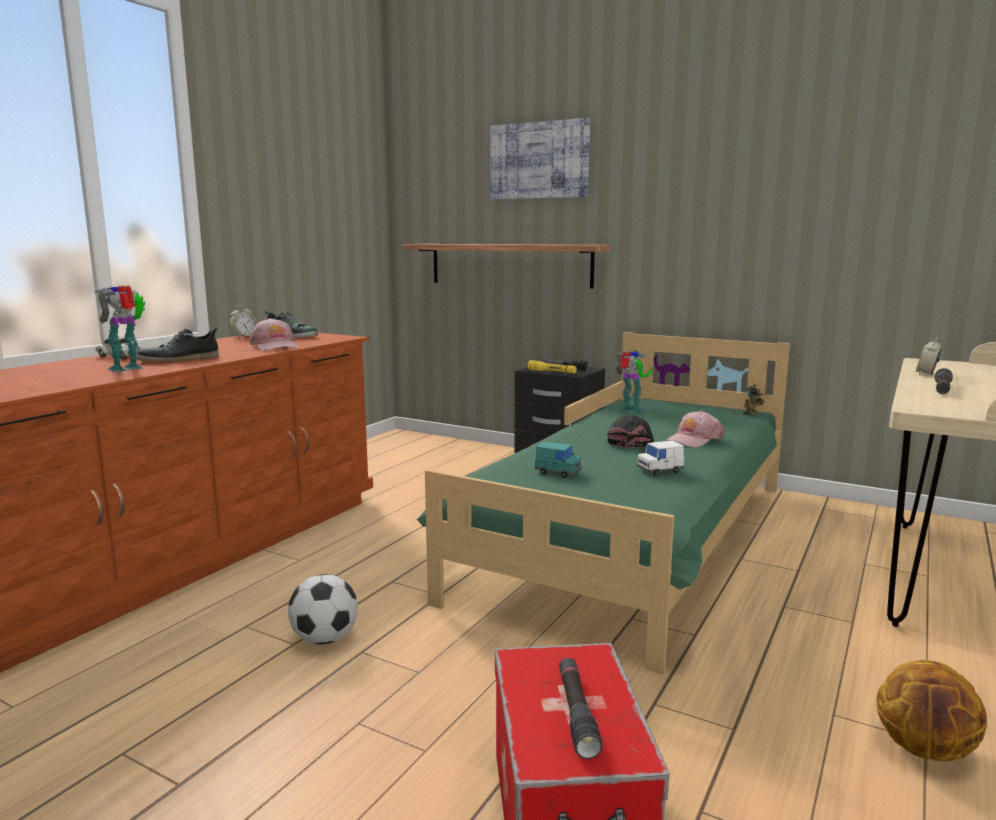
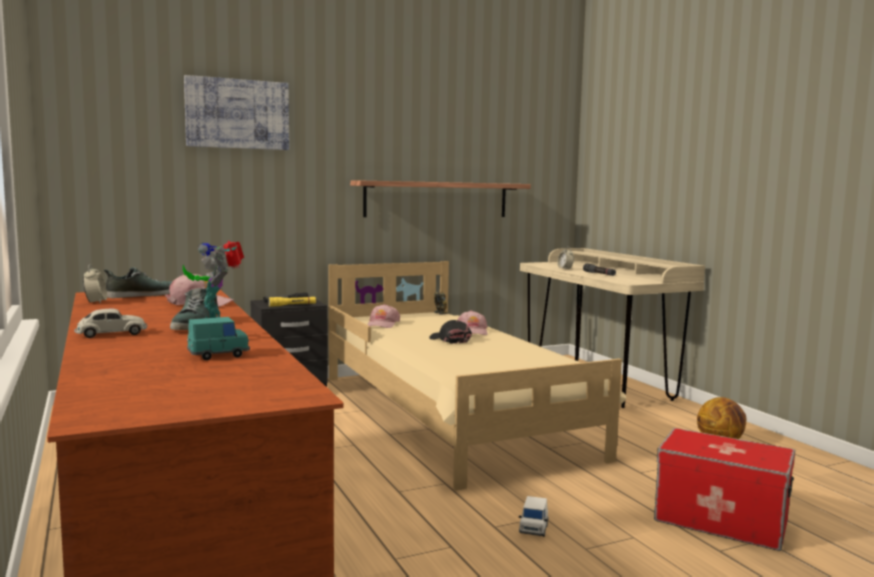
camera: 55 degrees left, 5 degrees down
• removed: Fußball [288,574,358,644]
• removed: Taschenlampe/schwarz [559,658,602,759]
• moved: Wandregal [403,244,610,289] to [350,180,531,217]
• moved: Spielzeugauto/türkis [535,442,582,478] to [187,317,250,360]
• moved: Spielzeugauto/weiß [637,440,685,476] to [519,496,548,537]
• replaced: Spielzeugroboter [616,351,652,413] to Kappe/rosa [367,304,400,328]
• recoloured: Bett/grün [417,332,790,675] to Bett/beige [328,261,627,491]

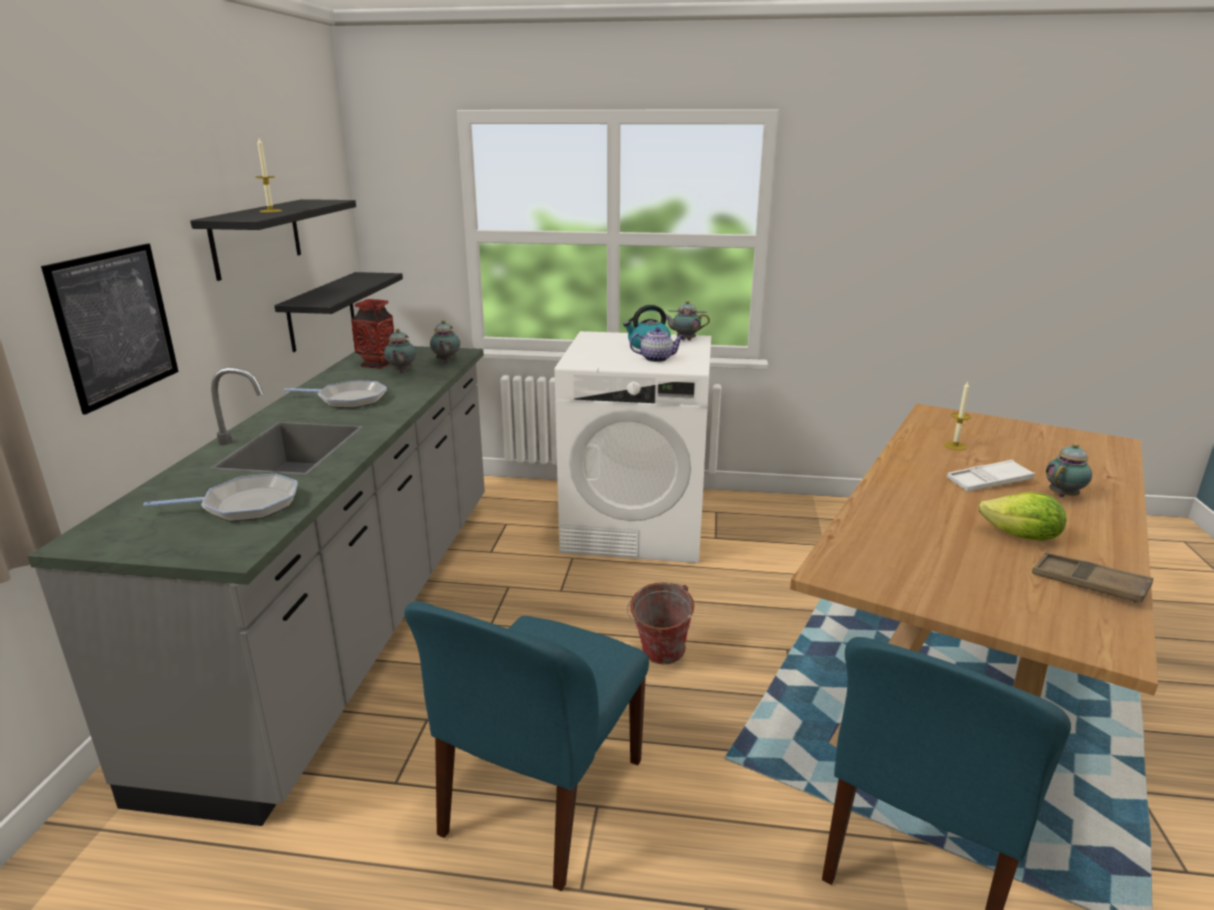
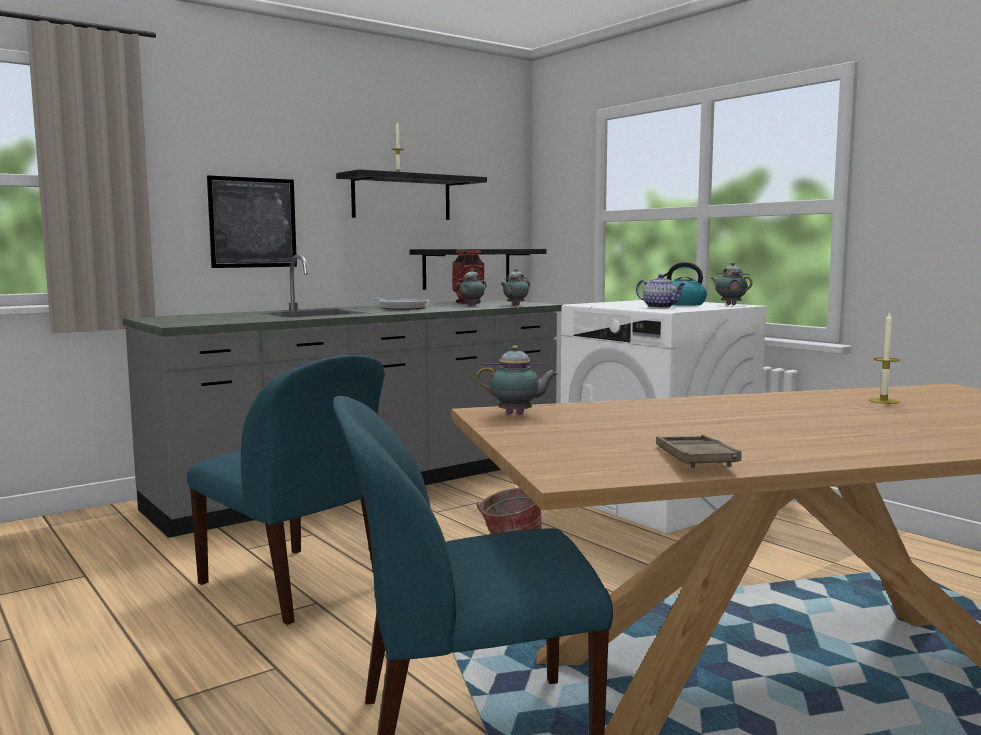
camera: 45 degrees right, 15 degrees down
• removed: Pfanne [144,474,298,522]
• removed: Tablett/weiß [947,460,1035,492]
• removed: Salatkopf [978,492,1067,541]
• moved: Teekanne [1046,443,1092,497] to [476,345,558,414]
• turned: Stuhl/blau [404,601,649,891] = [187,355,384,625] 120 degrees counterclockwise

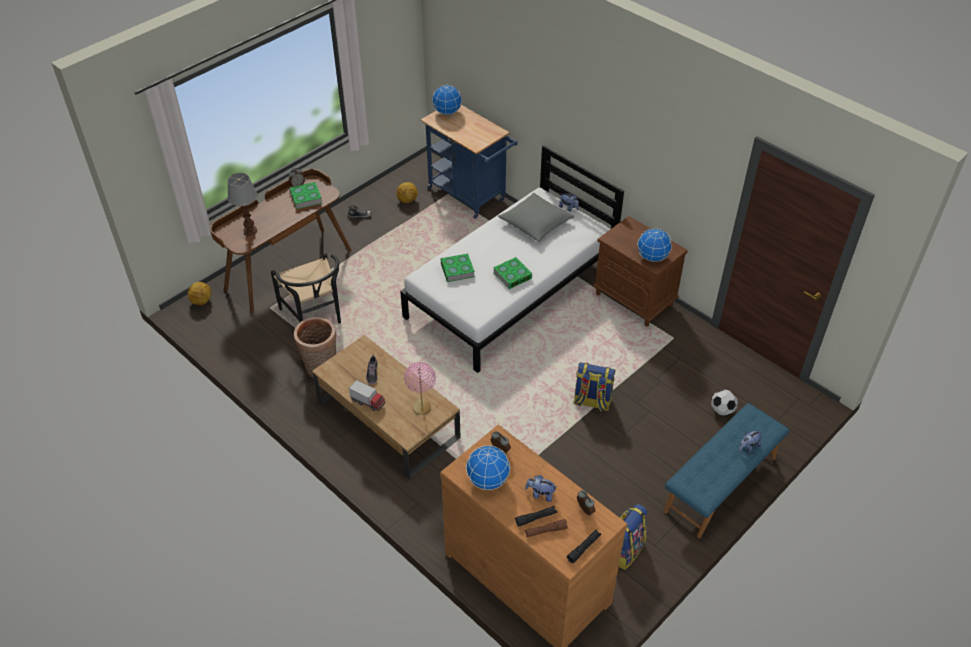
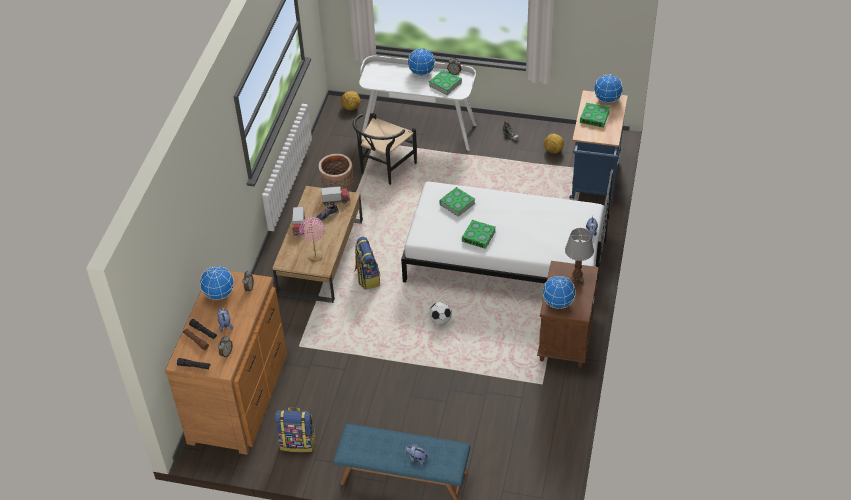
camera: 60 degrees right, 0 degrees up
• removed: Kissen/grau [498,193,574,242]
• added: Spielzeuglaster [321,186,350,206]
• added: Globus [408,48,435,76]
• added: Buch [580,103,610,128]
• moved: Tischlampe [228,173,258,236] to [565,228,594,285]
• moved: Rucksack [573,362,616,411] to [354,237,380,290]
• moved: Fußball [711,390,738,416] to [429,302,452,325]
• recoloured: Schreibtisch/braun [210,169,351,314] to Schreibtisch/weiß [359,55,477,151]

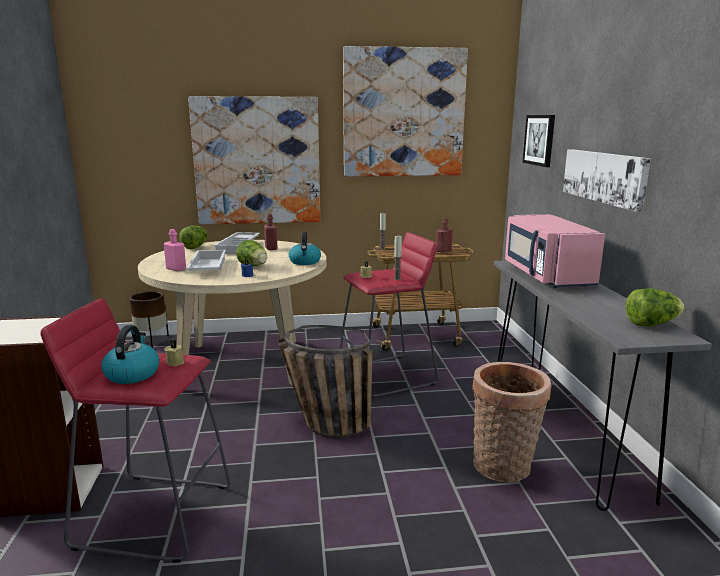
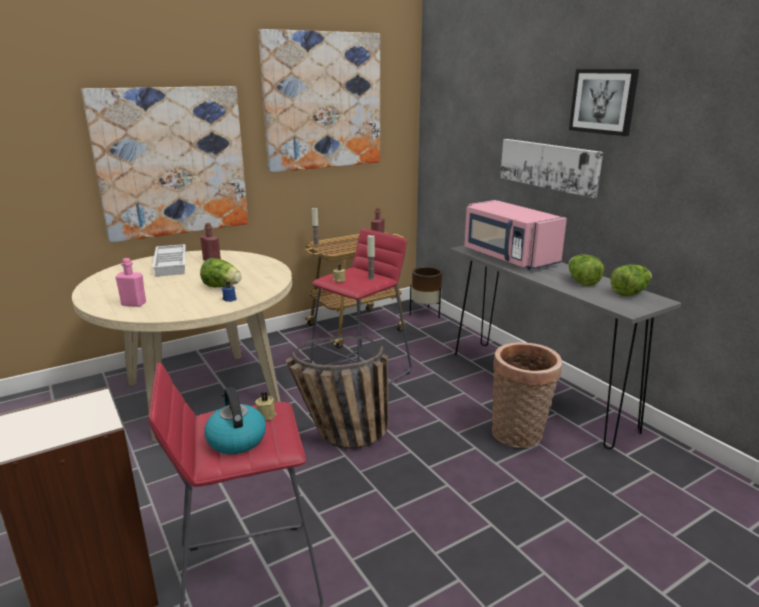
camera: 25 degrees left, 5 degrees up
• removed: Tablett/weiß [186,250,226,271]
• removed: Wasserkessel [289,231,321,265]
• moved: Pflanzkübel/braun [129,291,169,348] to [410,267,442,318]
• moved: Salatkopf [179,226,207,249] to [569,254,604,286]
• moved: Bild [522,115,555,167] to [569,69,639,136]

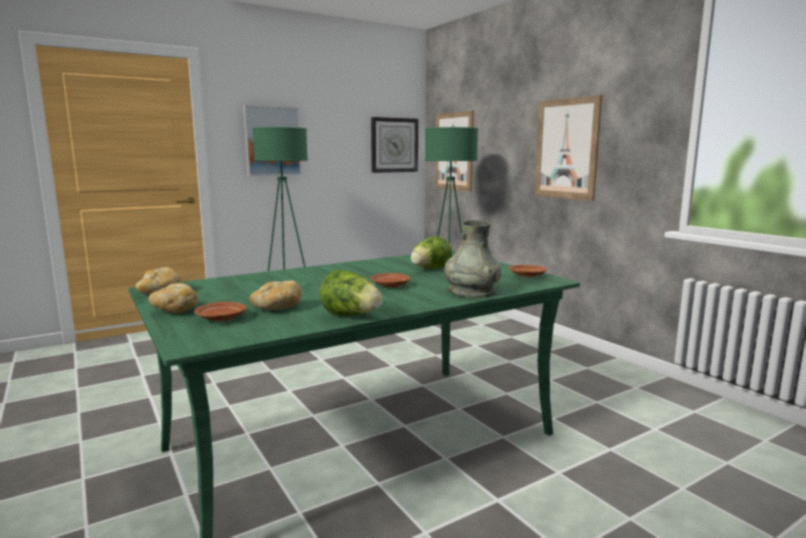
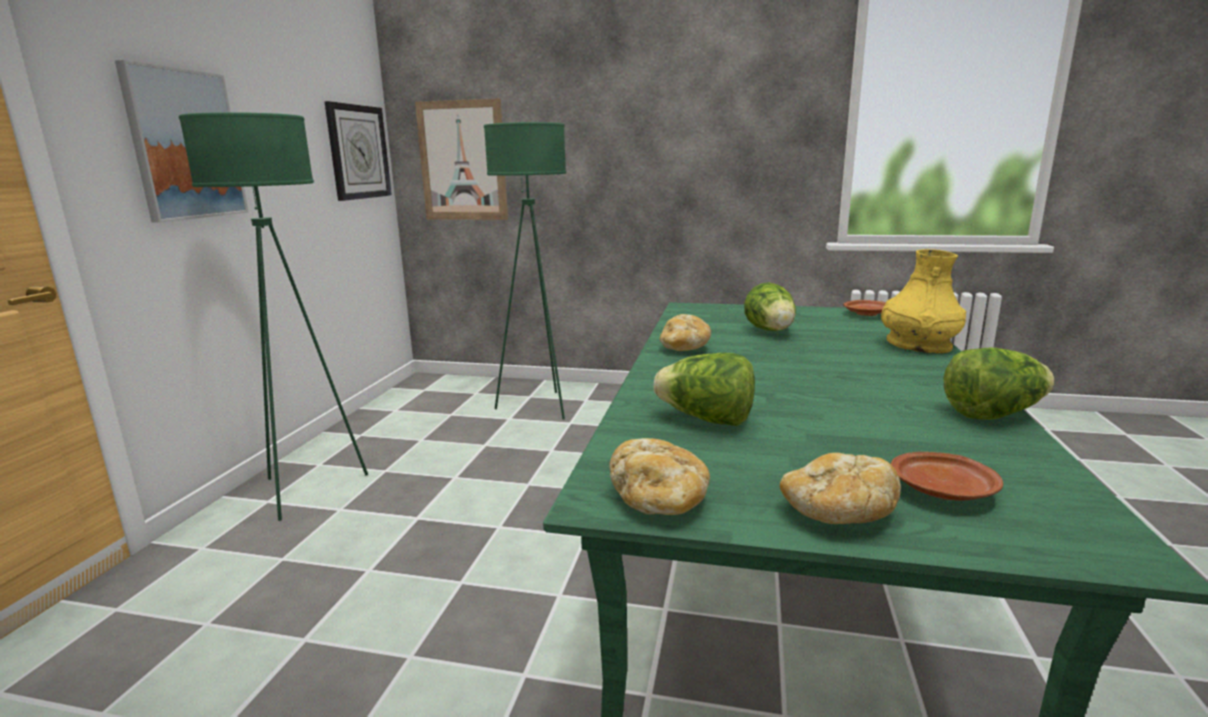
camera: 45 degrees left, 5 degrees up
• removed: Teller/braun [370,273,410,288]
• removed: Bild [535,95,602,201]
• added: Salatkopf [654,352,755,426]
• moved: Brot [249,280,302,310] to [659,314,711,351]
• recoloured: Vase/grau [444,220,501,298] to Vase/gelb [881,249,966,353]

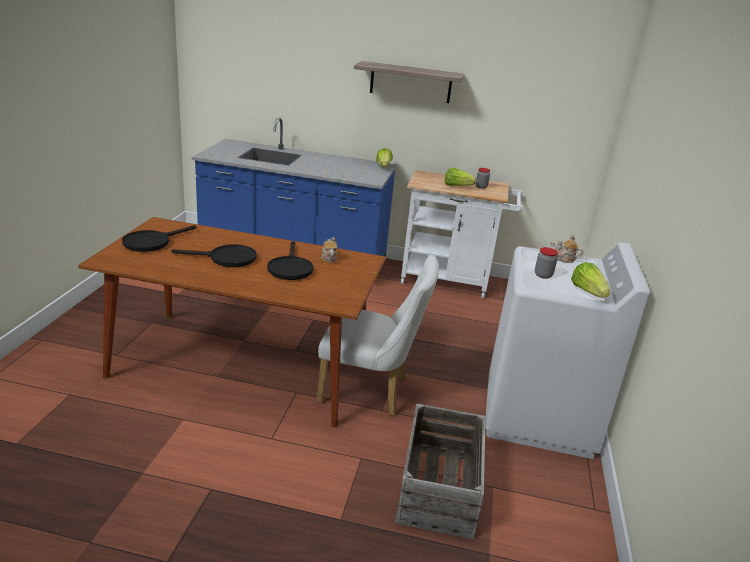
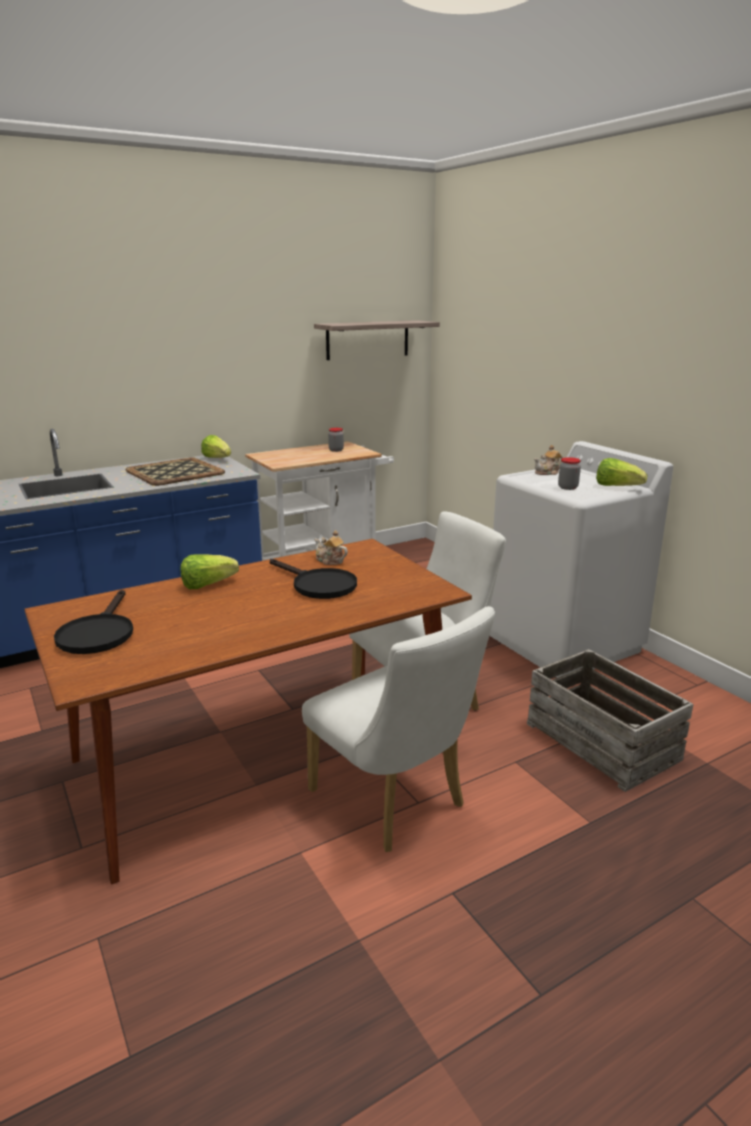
camera: 40 degrees left, 5 degrees down
• removed: Pfanne/schwarz [171,244,257,267]
• added: Tablett [125,457,225,486]
• added: Stuhl/weiß [302,606,495,852]
• moved: Wandregal [354,61,465,103] to [314,320,440,360]
• moved: Salatkopf [445,168,476,186] to [180,554,239,589]

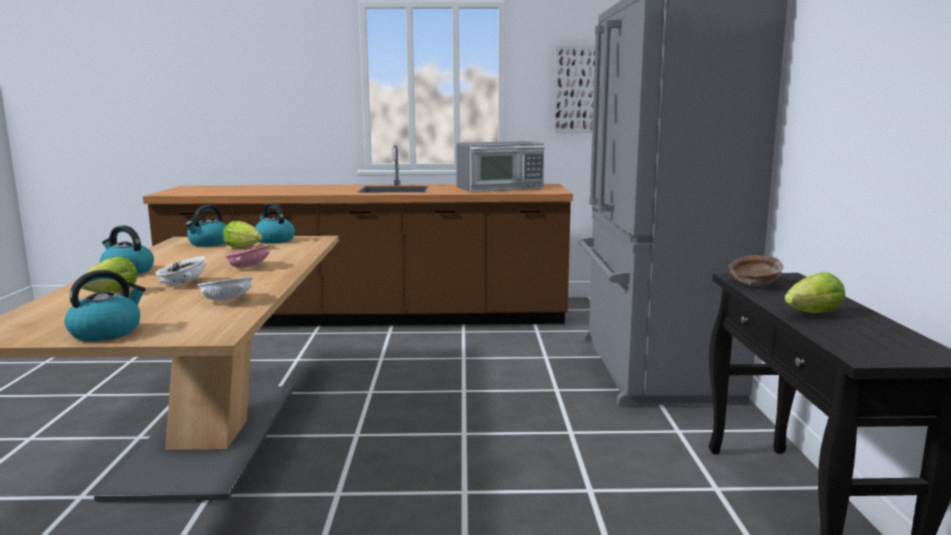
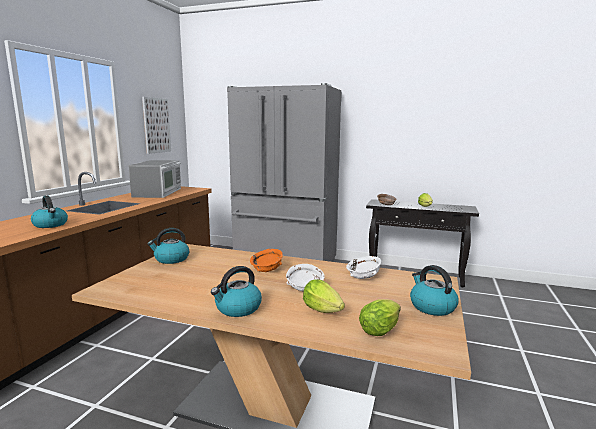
camera: 70 degrees left, 0 degrees up
• moved: Wasserkessel [185,205,226,246] to [31,196,68,228]
• moved: Salatkopf [223,221,262,248] to [359,299,401,336]
• recoloured: Schüssel/rosa [224,245,270,268] to Schüssel/orange [250,249,283,272]

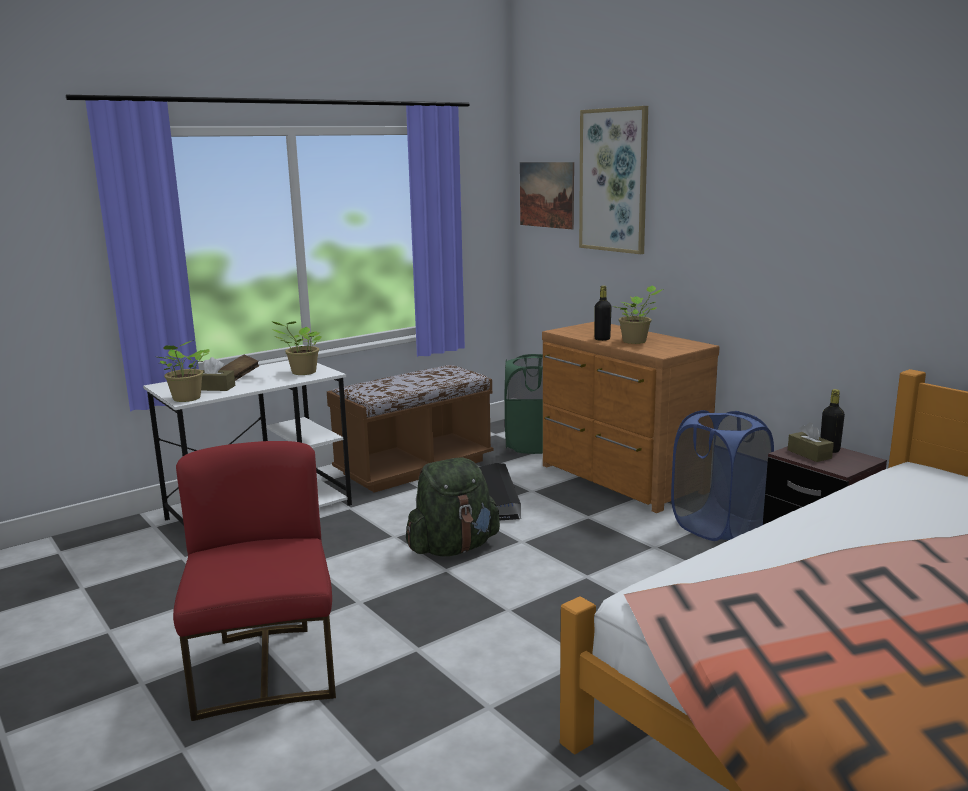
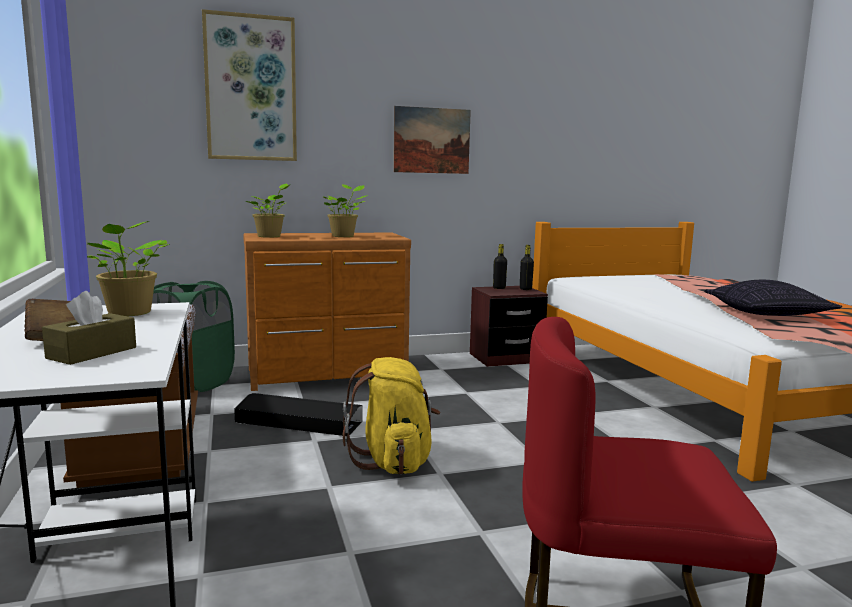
camera: 70 degrees left, 5 degrees down
• removed: Wäschekorb/blau [671,410,774,541]
• removed: Taschentuchbox/braun [788,423,834,462]
• added: Kissen [704,280,842,316]
• moved: Topfpflanze [158,340,210,402] to [245,184,291,238]
• moved: Bild [520,162,574,229] to [393,106,471,174]
• moved: Flasche/schwarz [594,286,612,341] to [520,245,534,290]
• recoloured: Rucksack/grün [406,458,500,556] to Rucksack/gelb [342,357,440,475]

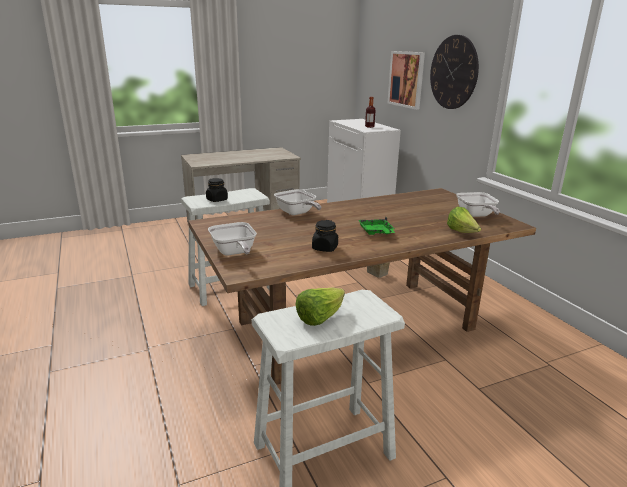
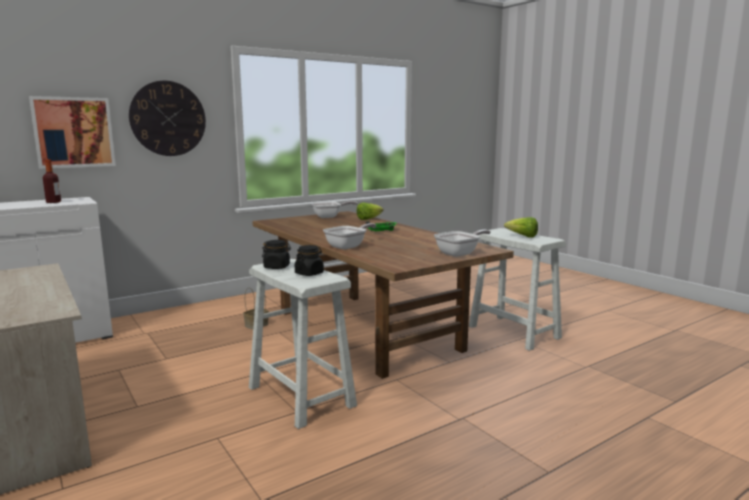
camera: 100 degrees left, 10 degrees down
• moved: Vorratsglas/schwarz [312,220,338,252] to [262,240,291,269]

